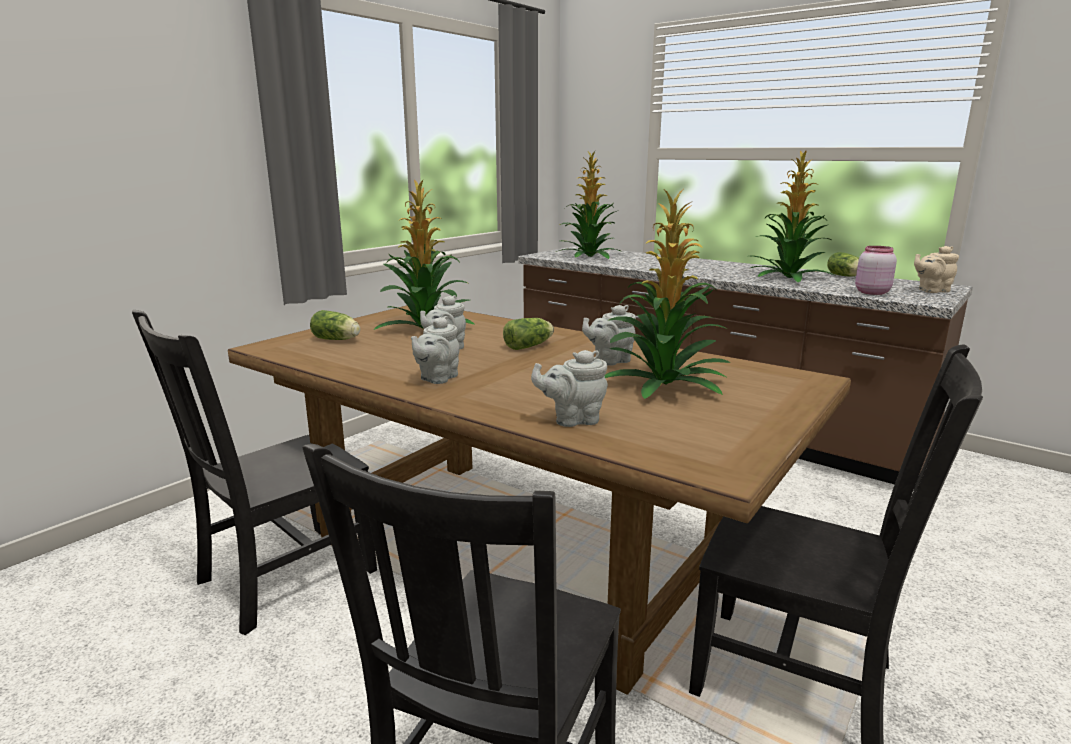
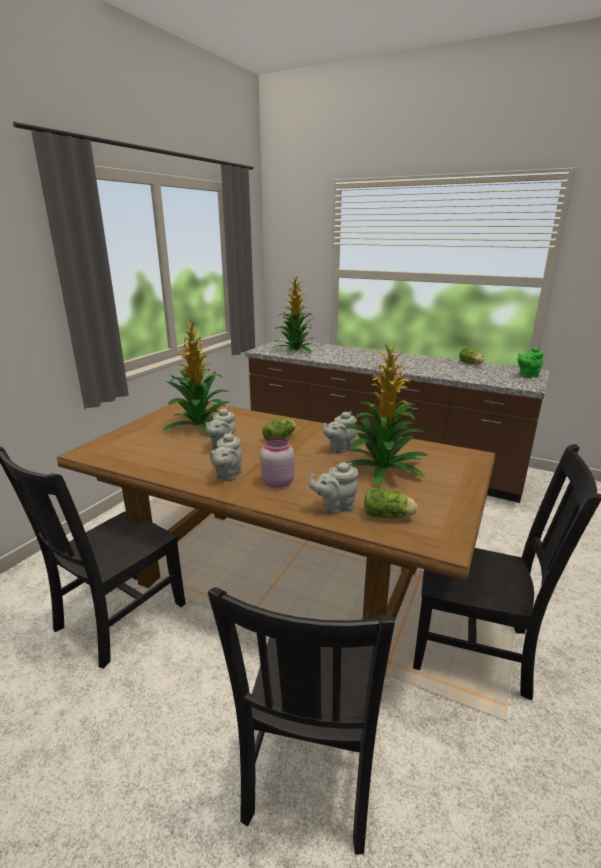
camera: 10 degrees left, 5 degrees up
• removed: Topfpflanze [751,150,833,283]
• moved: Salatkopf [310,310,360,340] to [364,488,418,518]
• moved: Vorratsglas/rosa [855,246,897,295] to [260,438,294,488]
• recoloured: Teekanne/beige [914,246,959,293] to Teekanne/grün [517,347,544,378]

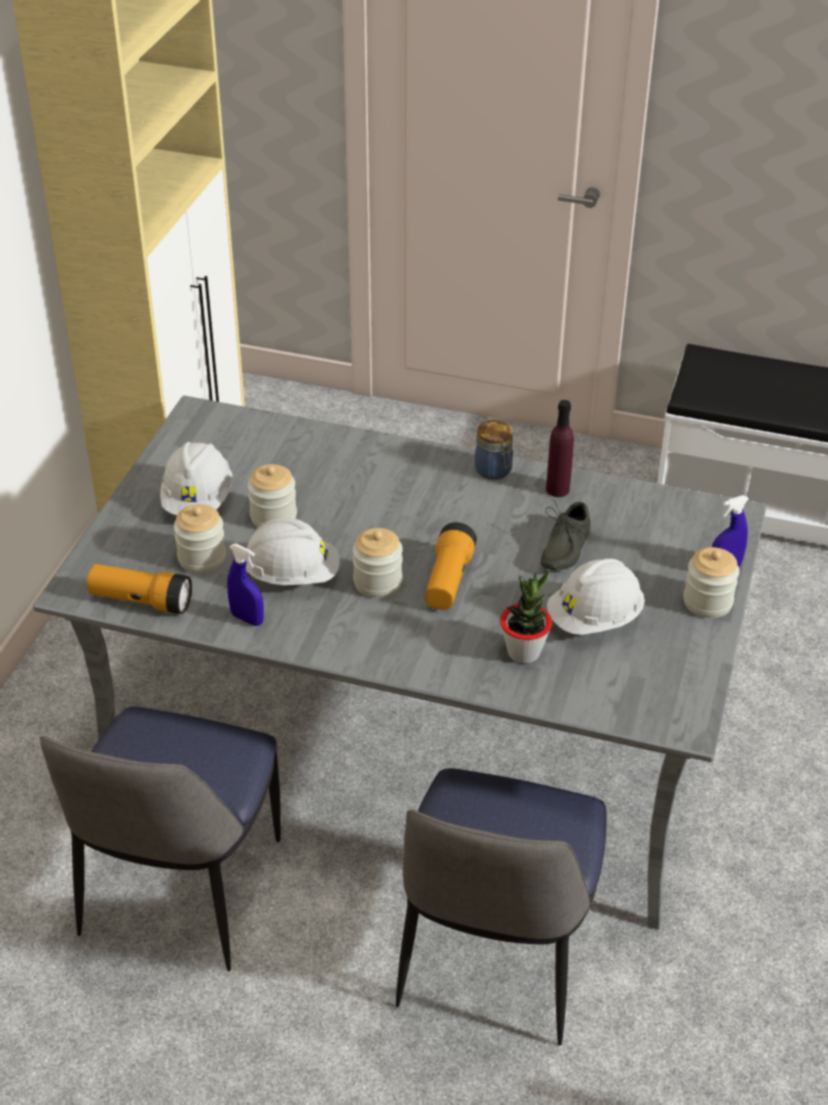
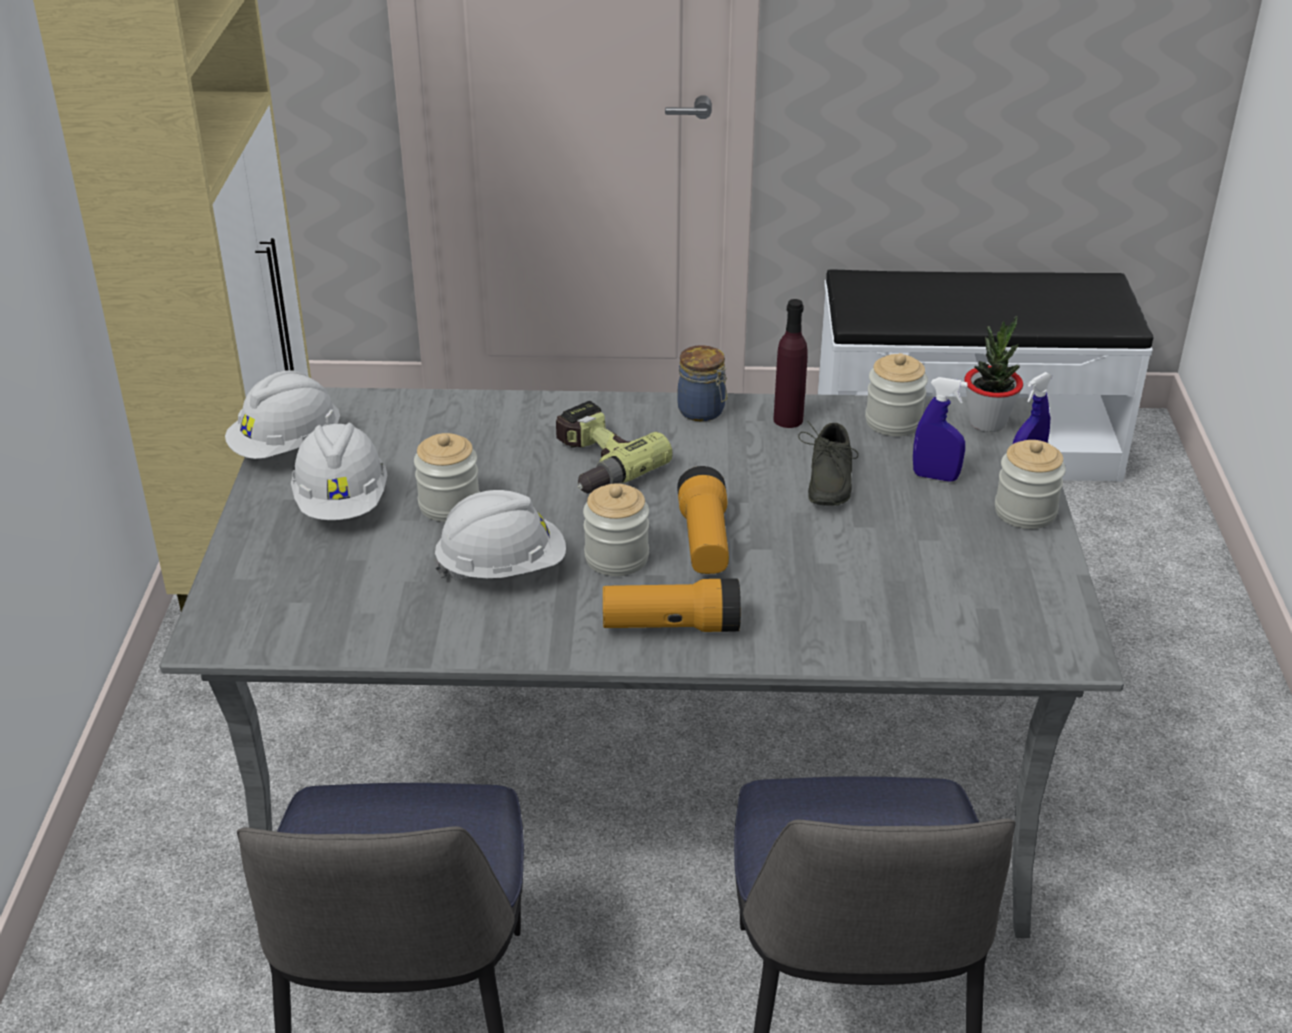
camera: 15 degrees left, 5 degrees down
• added: Bohrmaschine [556,401,673,494]
• moved: Taschenlampe [87,564,192,614] to [603,579,741,632]
• moved: Vorratsglas [174,504,226,573] to [865,353,928,436]
• moved: Sprühflasche/blau [227,544,264,626] to [913,377,968,482]
• moved: Topfpflanze [500,570,552,664] to [964,316,1023,432]
• moved: Schutzhelm/weiß [547,559,645,635] to [225,370,340,459]

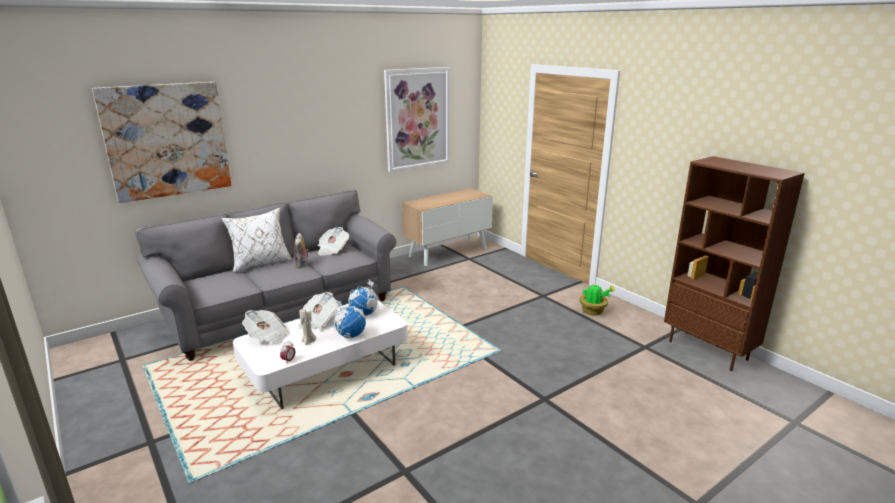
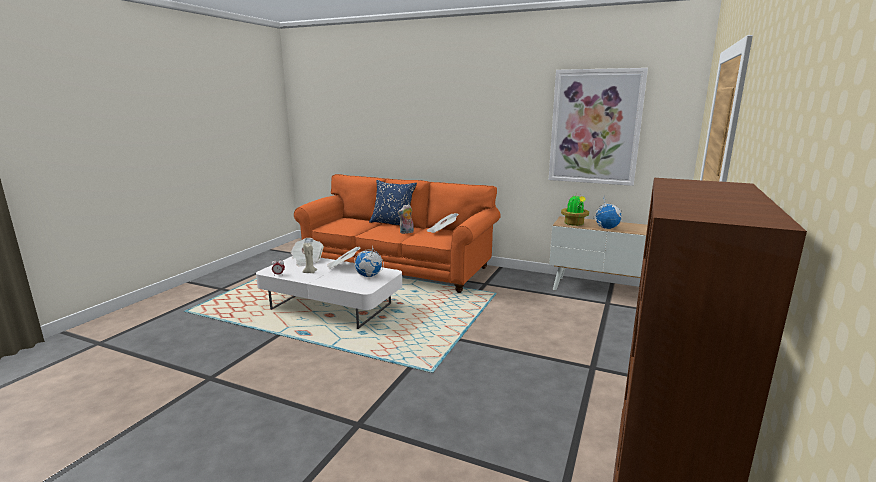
camera: 60 degrees right, 5 degrees down
• removed: Bild [92,82,232,203]
• moved: Globus [333,301,366,338] to [593,196,622,229]
• moved: Topfpflanze [579,283,615,315] to [561,194,589,226]
• recoloured: Sofa/grau [135,190,396,361] to Sofa/orange [294,174,501,293]
• recoloured: Kissen/weiß [222,208,292,273] to Kissen/blau [369,180,417,225]

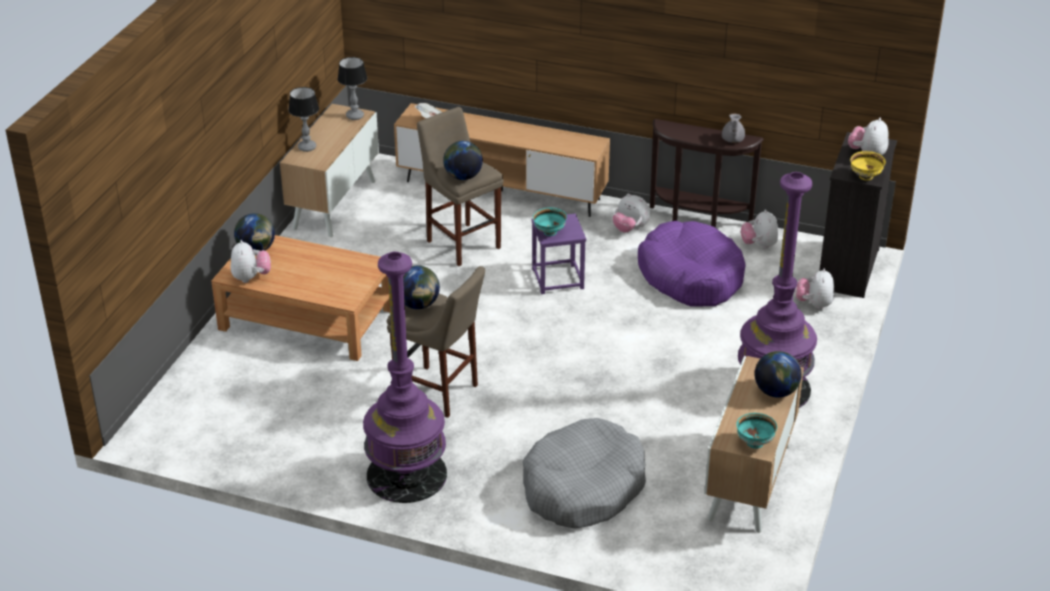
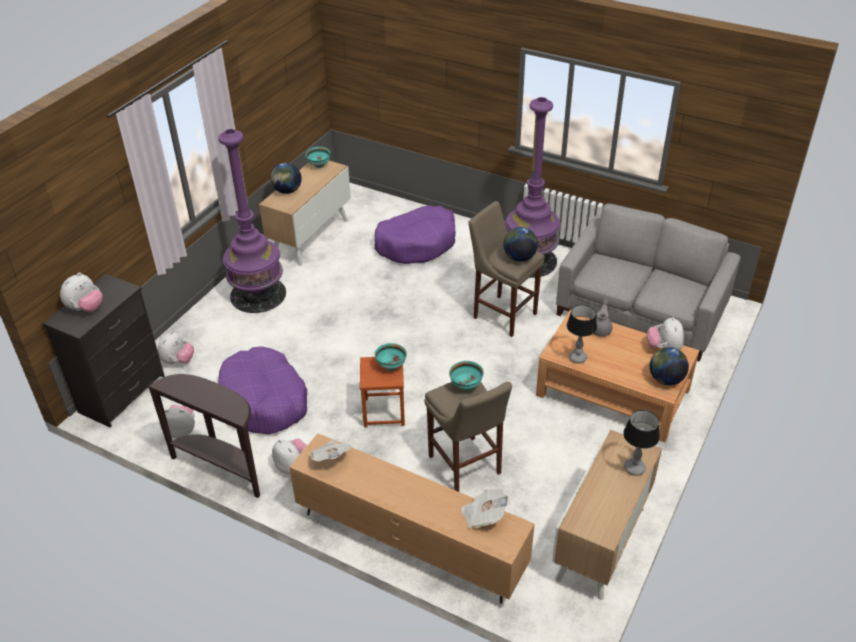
camera: 170 degrees left, 5 degrees up
• removed: Schüssel/gelb [850,151,886,181]
• added: Zeitung [310,440,351,461]
• added: Sofa/grau [556,204,741,362]
• moved: Tischlampe [338,57,367,120] to [567,305,597,363]
• moved: Teekanne/grau [722,113,745,143] to [594,299,612,337]
• replaced: Globus [443,141,483,180] to Schüssel/türkis [449,361,484,391]
• recoloured: Hundebett/grau [523,418,646,529] to Hundebett/lila [374,205,456,264]
• recoloured: Hocker/lila [531,214,586,294] to Hocker/braun [360,357,405,428]
• turned: Plüschtier [741,209,778,249] = [160,405,195,438] 90 degrees counterclockwise

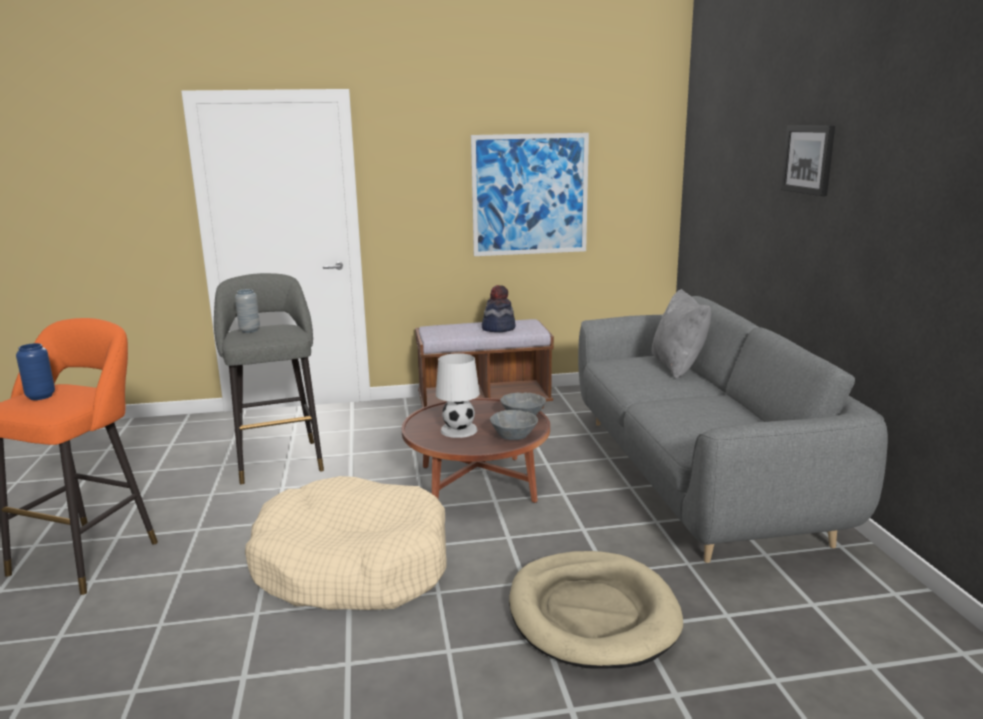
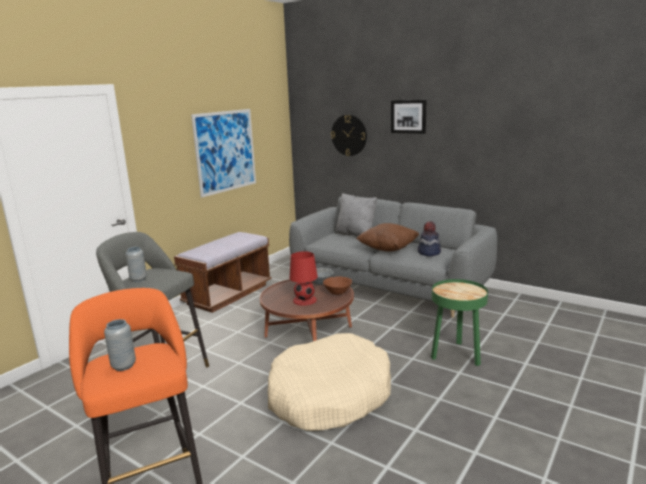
camera: 45 degrees left, 0 degrees up
• added: Wanduhr [331,115,367,156]
• added: Kissen/braun [356,223,419,251]
• moved: Hut [482,285,516,332] to [418,221,441,256]
• replaced: Hundebett/beige [509,551,683,669] to Beistelltisch/grün [431,279,488,366]
• recoloured: Vase/blau [16,343,55,400] to Vase/grau [104,319,136,371]
• recoloured: Tischlampe/weiß [436,353,480,438] to Tischlampe/rot [290,251,318,306]
• recoloured: Schüssel/grau [490,410,538,440] to Schüssel/braun [323,276,352,295]

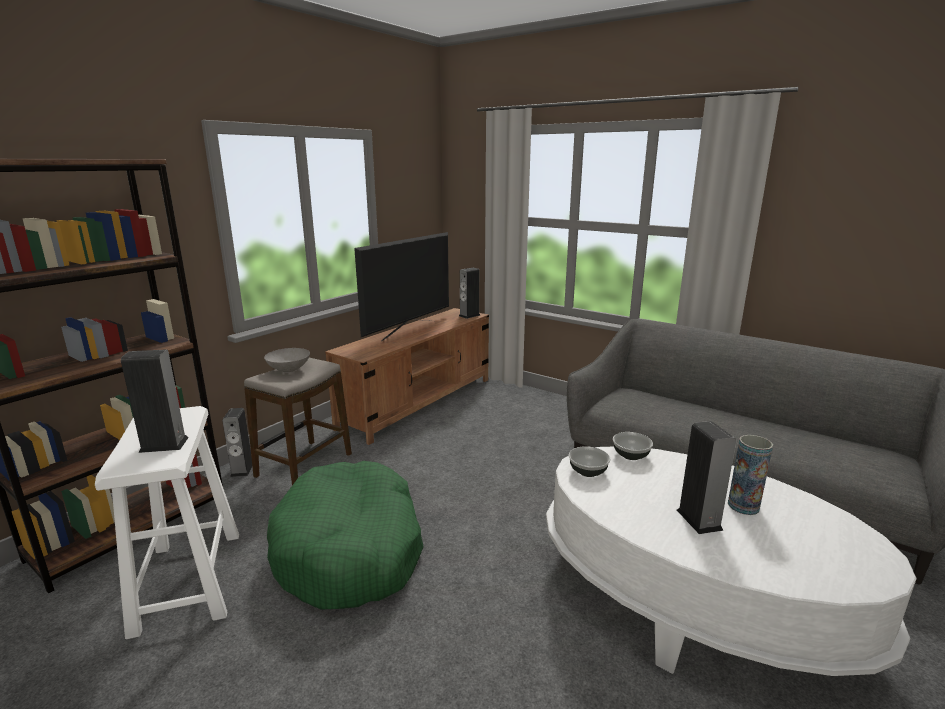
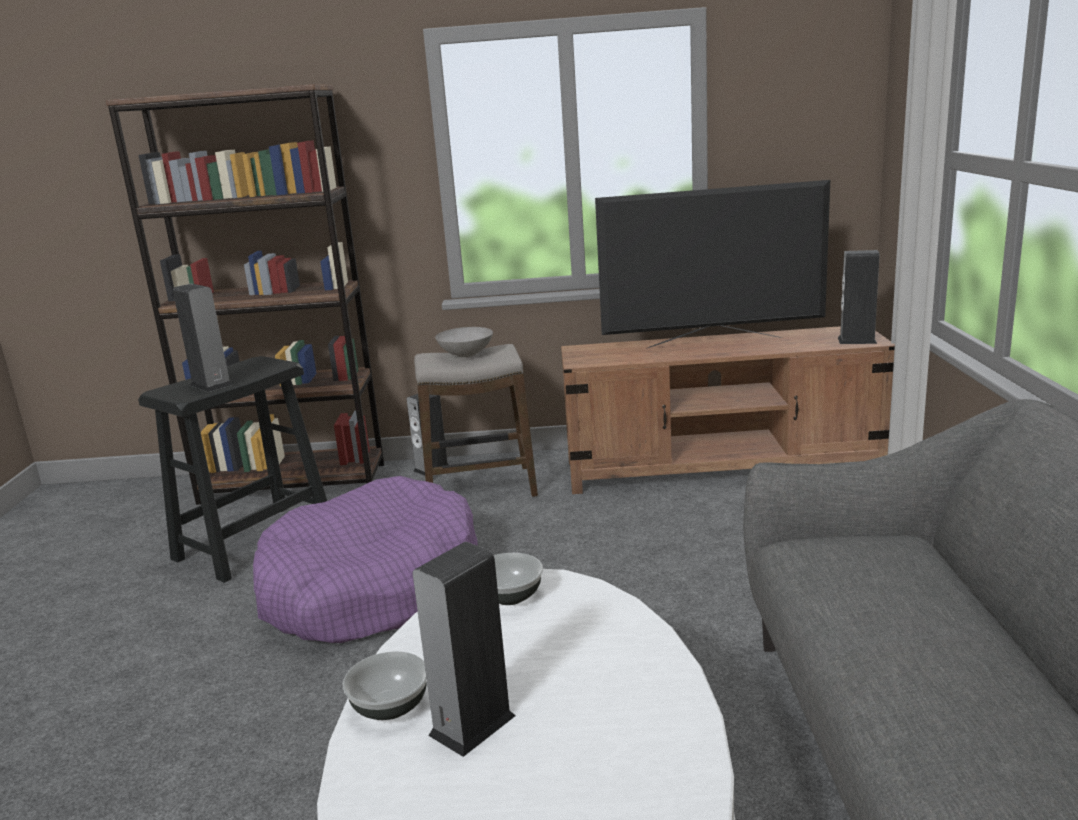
camera: 55 degrees right, 0 degrees up
• removed: Vase [728,435,773,515]
• moved: Schüssel [613,432,653,460] to [343,651,427,720]
• recoloured: Hocker/weiß [95,406,239,639] to Hocker/schwarz [138,356,327,583]
• recoloured: Hundebett/grün [267,461,424,610] to Hundebett/lila [253,476,478,643]

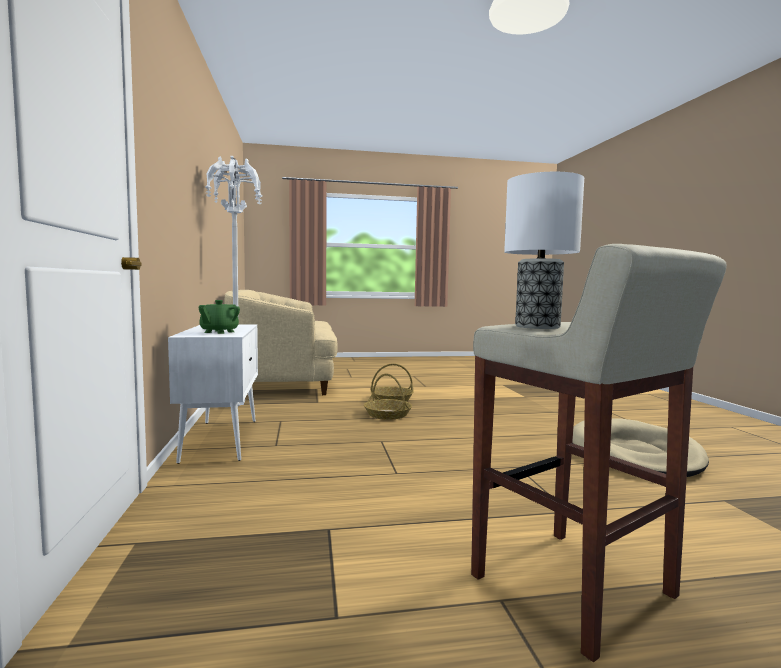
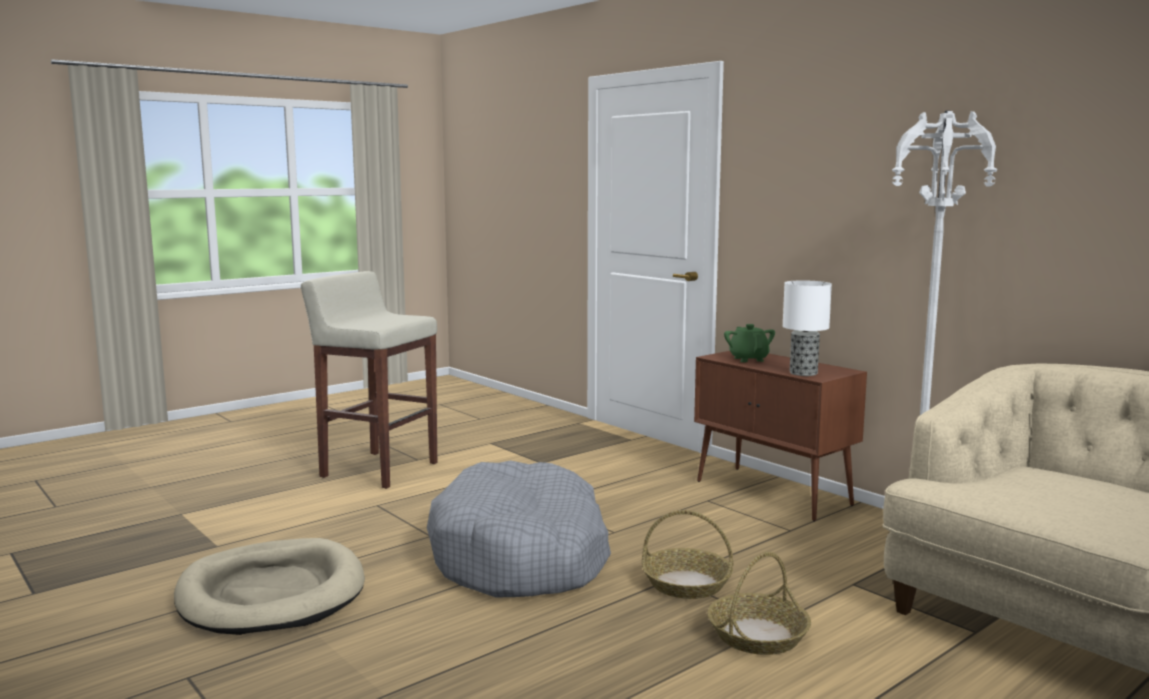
camera: 150 degrees right, 5 degrees up
• added: Hundebett/grau [427,460,611,597]
• moved: Tischlampe [504,172,584,329] to [783,280,832,376]
• recoloured: Schrank/weiß [168,324,258,464] to Schrank/braun [694,351,867,521]

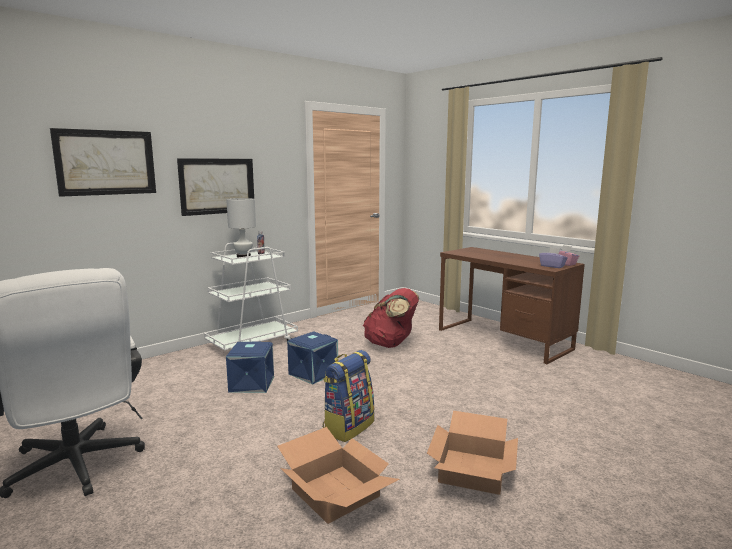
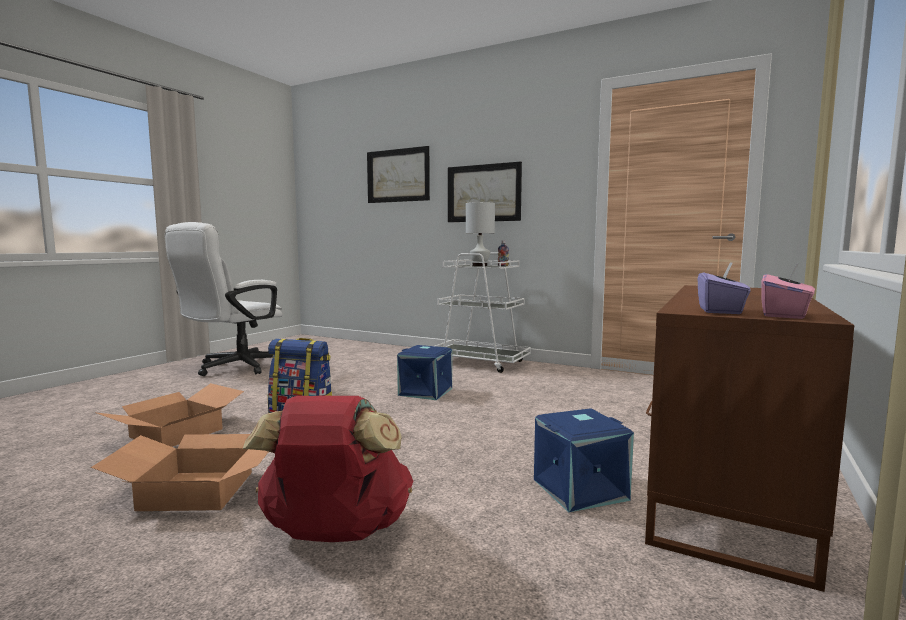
camera: 70 degrees right, 5 degrees down
• moved: Aufbewahrungsbox/blau [226,342,274,393] to [534,408,634,513]
• moved: Rucksack/rot [363,288,419,348] to [243,396,413,542]

